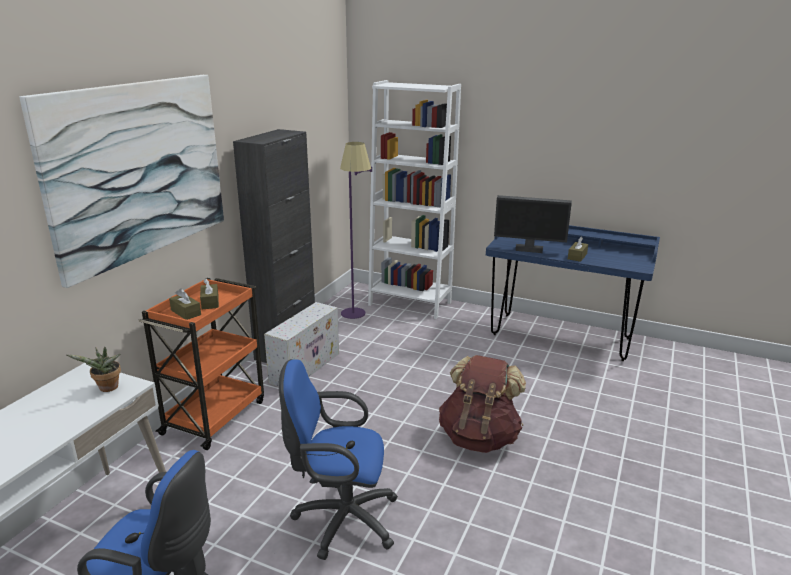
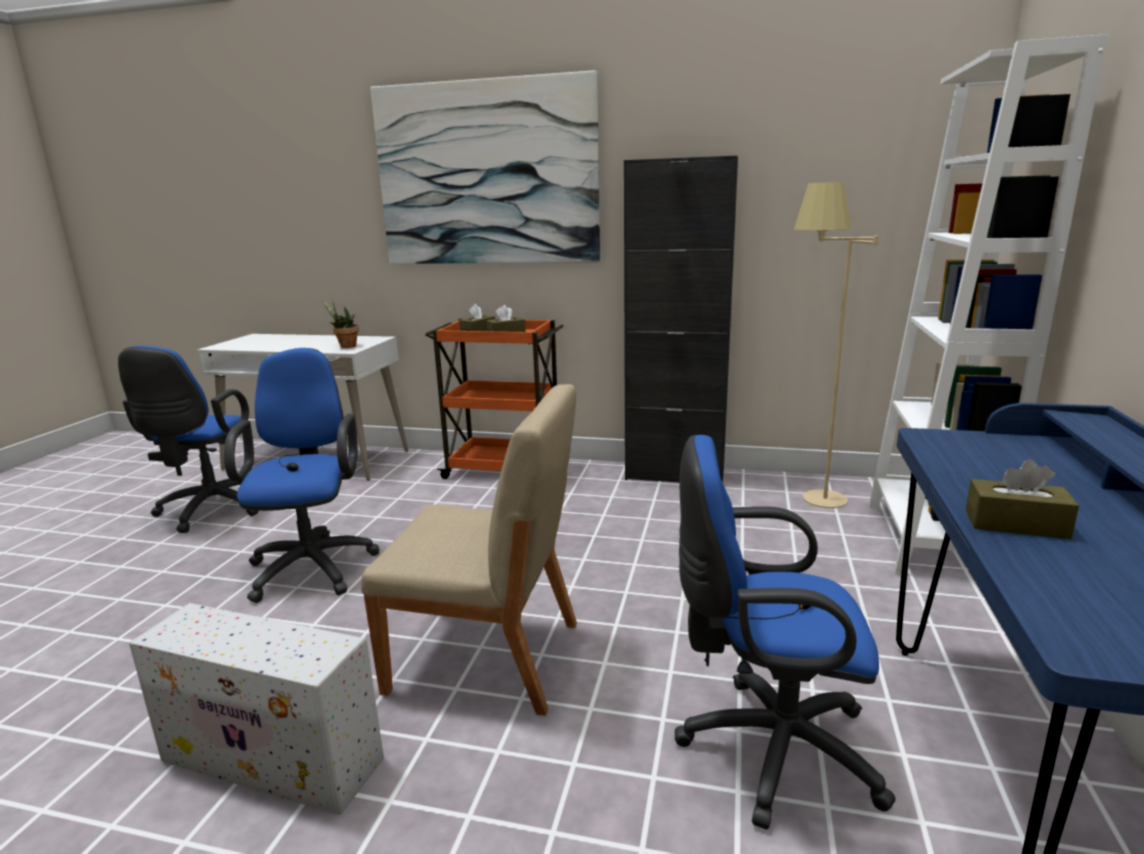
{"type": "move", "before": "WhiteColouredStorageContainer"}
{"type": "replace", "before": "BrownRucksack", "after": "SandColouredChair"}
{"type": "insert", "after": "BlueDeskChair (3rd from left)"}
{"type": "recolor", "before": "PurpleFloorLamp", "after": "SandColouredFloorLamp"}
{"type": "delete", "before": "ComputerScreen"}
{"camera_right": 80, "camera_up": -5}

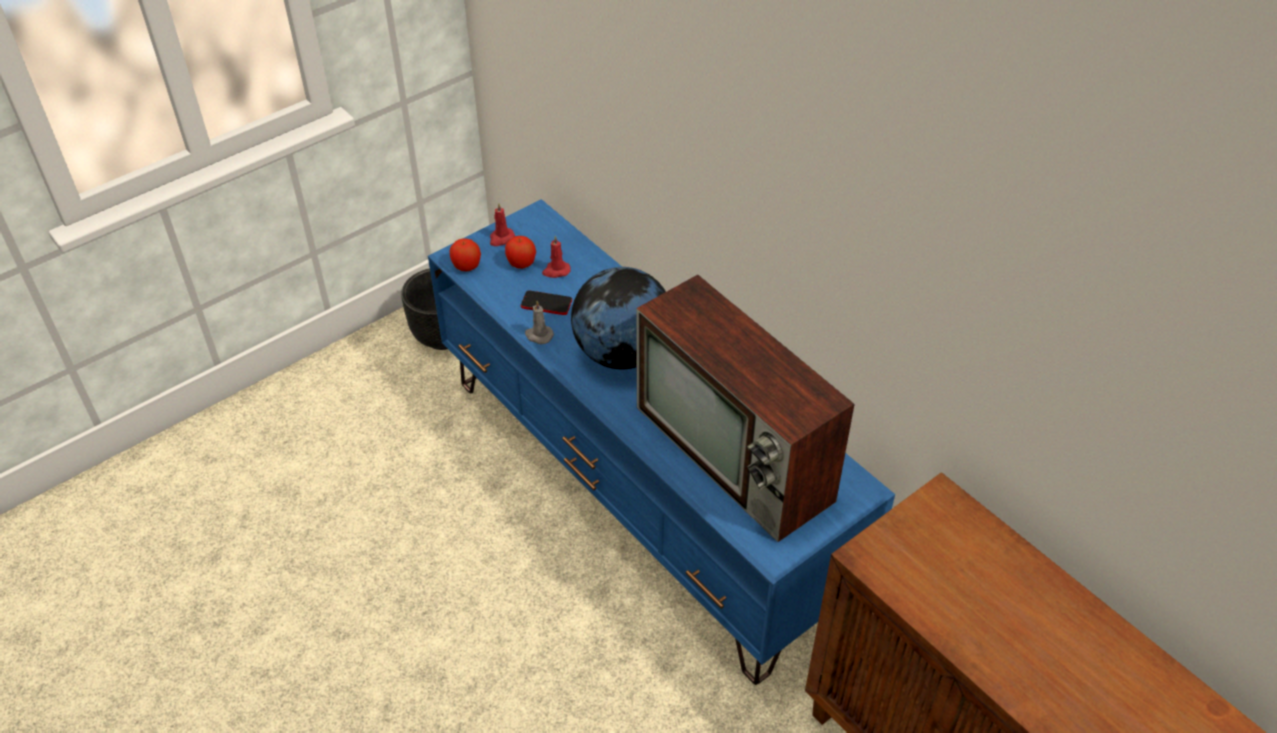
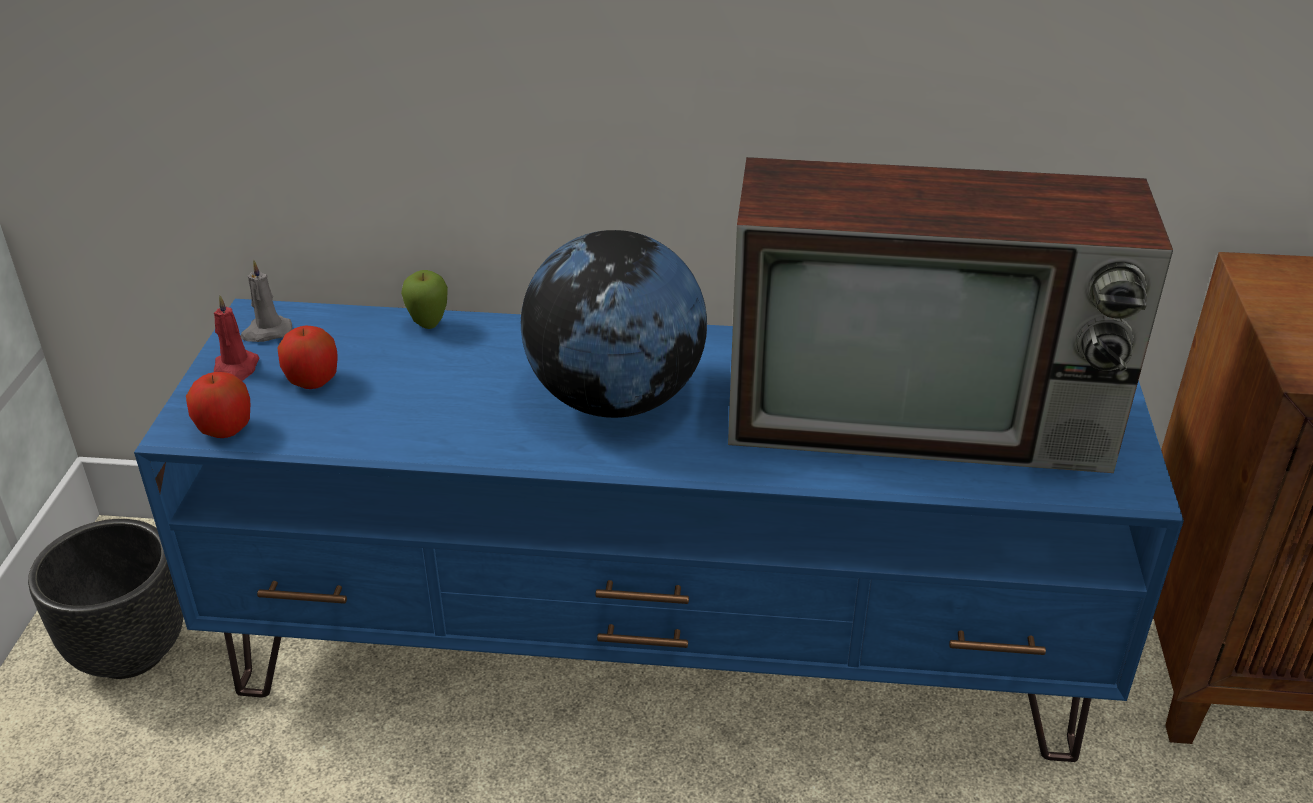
{"type": "move", "before": "GreyishWaxCandle"}
{"type": "insert", "after": "Apple (3rd from left)"}
{"type": "delete", "before": "Handset"}
{"type": "delete", "before": "RedColouredWaxCandle (2nd from left)"}
{"camera_right": -45, "camera_up": -10}

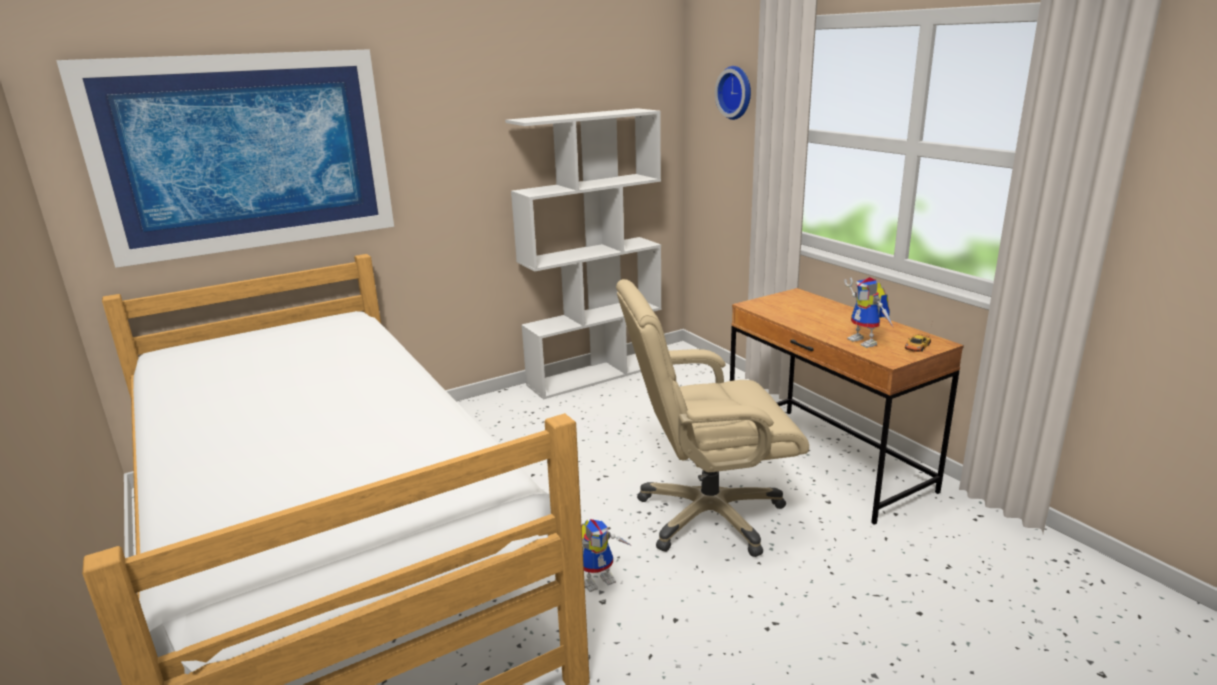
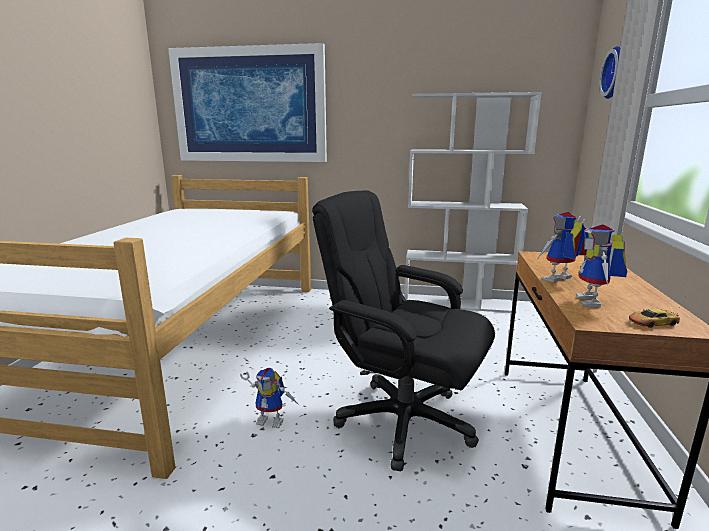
{"type": "recolor", "before": "SandColouredDeskChair", "after": "BlackishDeskChair"}
{"type": "insert", "after": "ToyRobot (2nd from left)"}
{"camera_right": 40, "camera_up": -5}

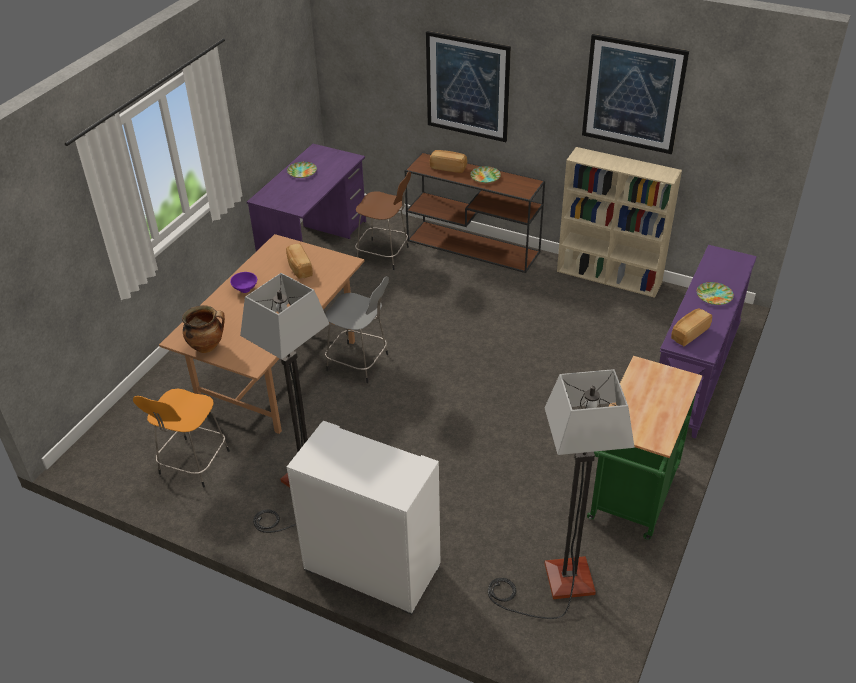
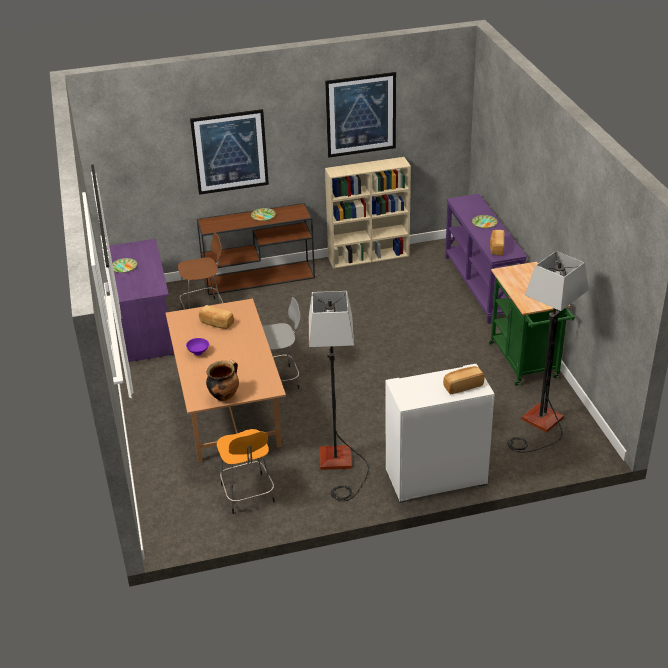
{"type": "move", "before": "Bread (2nd from left)"}
{"camera_right": -40, "camera_up": -5}

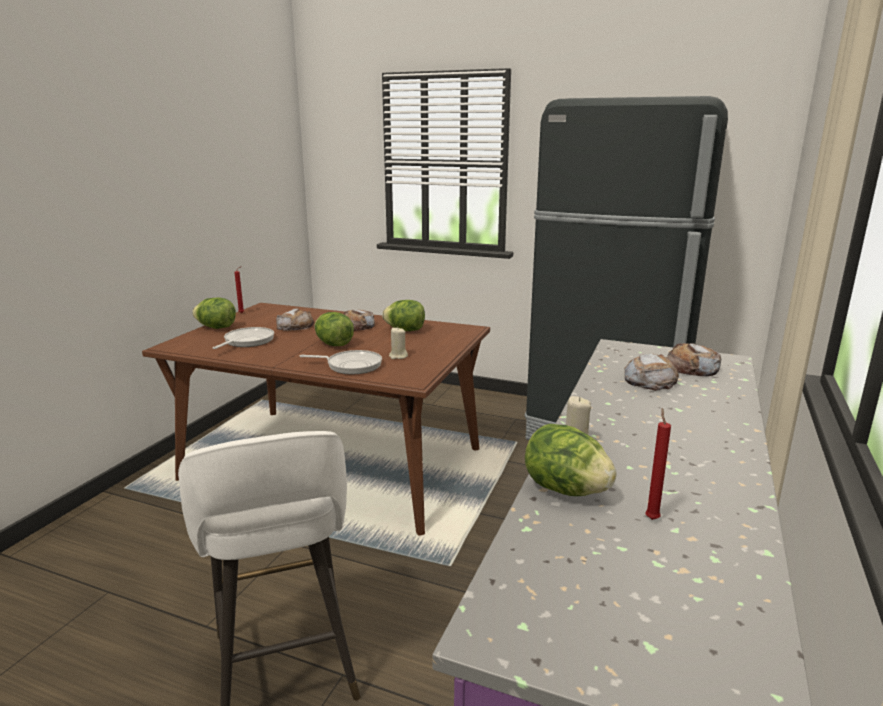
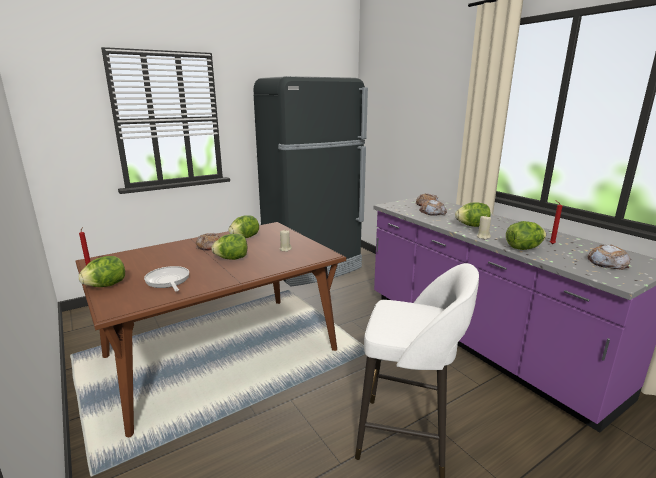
{"type": "insert", "after": "LettuceHead (4th from left)"}
{"type": "move", "before": "Bread (1st from left in the first image)", "after": "Bread (4th from left)"}
{"type": "delete", "before": "Pan (2nd from left)"}
{"camera_right": -55, "camera_up": 0}

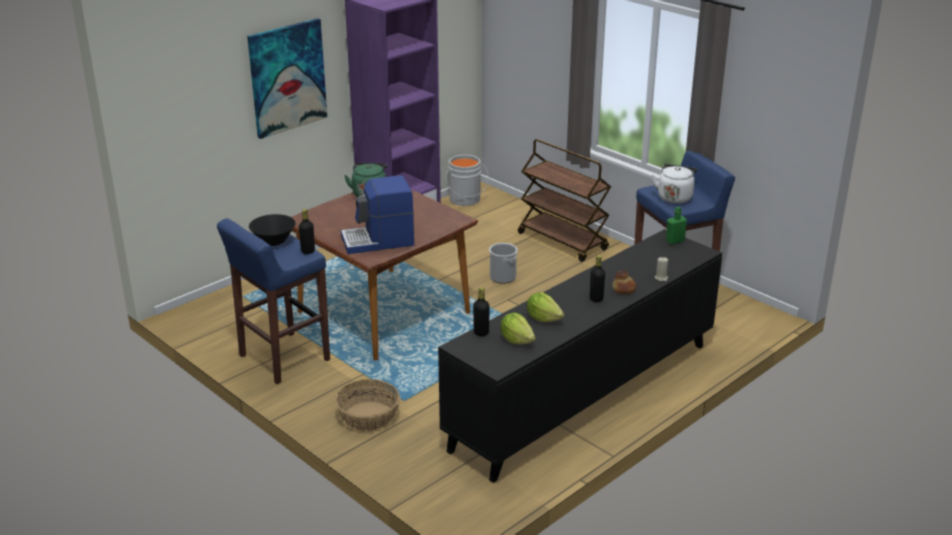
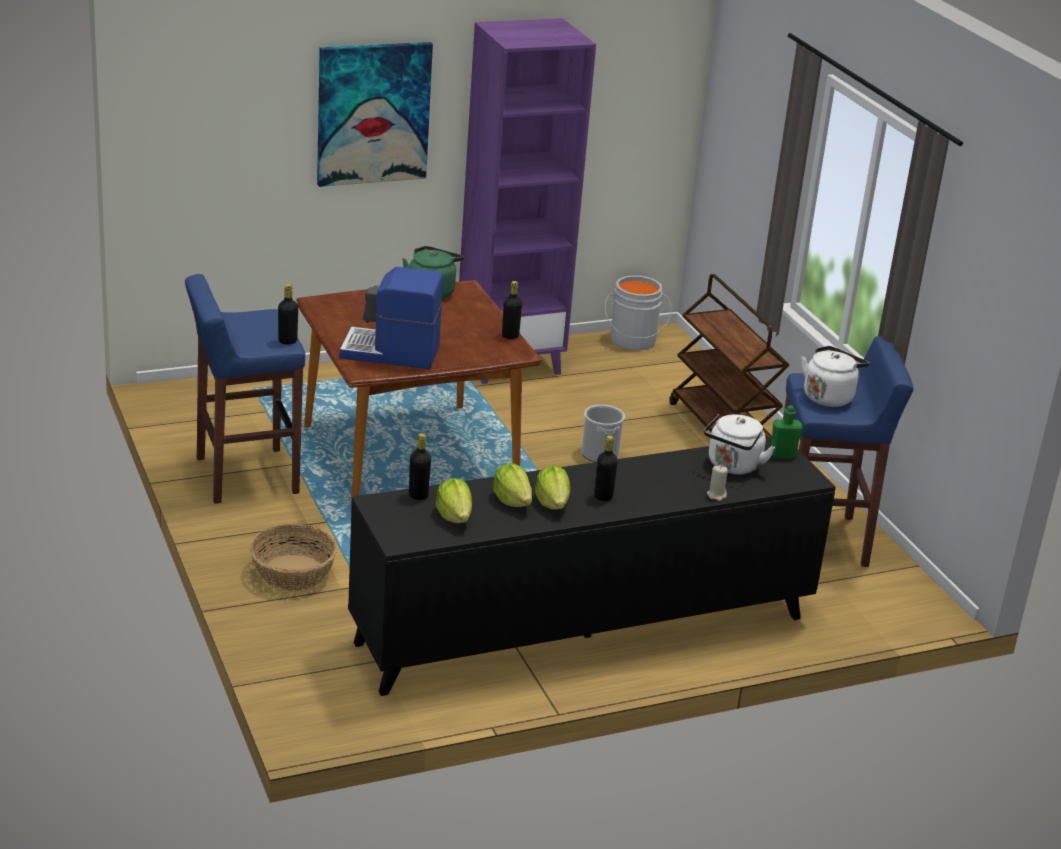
{"type": "insert", "after": "BlackishBeverageBottle (3rd from left)"}
{"type": "insert", "after": "LettuceHead (3rd from left)"}
{"type": "insert", "after": "WhiteColouredWaterKettle (1st from left)"}
{"type": "delete", "before": "BlackishServingBowl"}
{"type": "delete", "before": "Bread"}
{"camera_right": 20, "camera_up": 0}

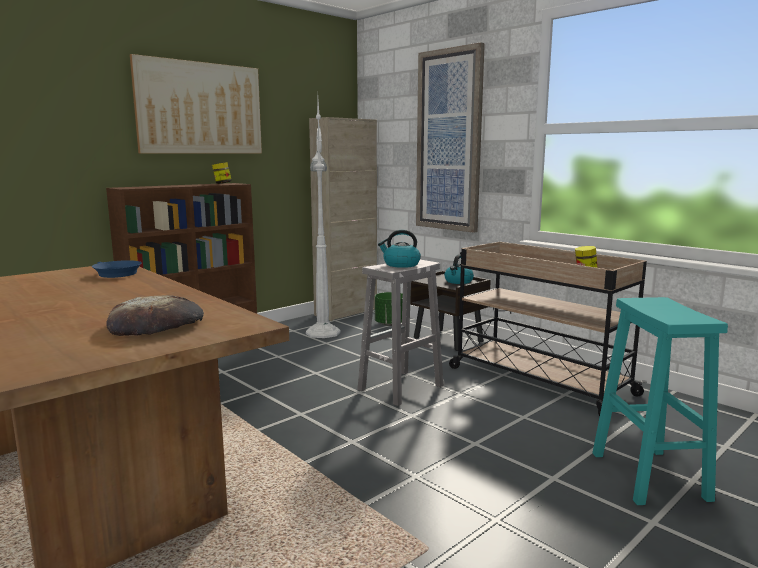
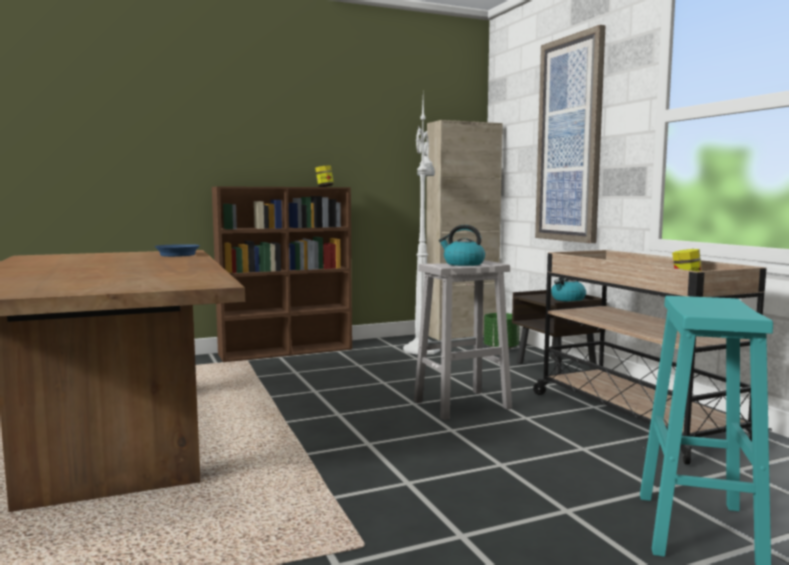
{"type": "delete", "before": "Bread"}
{"type": "delete", "before": "Picture (1st from left)"}
{"camera_right": 20, "camera_up": -5}

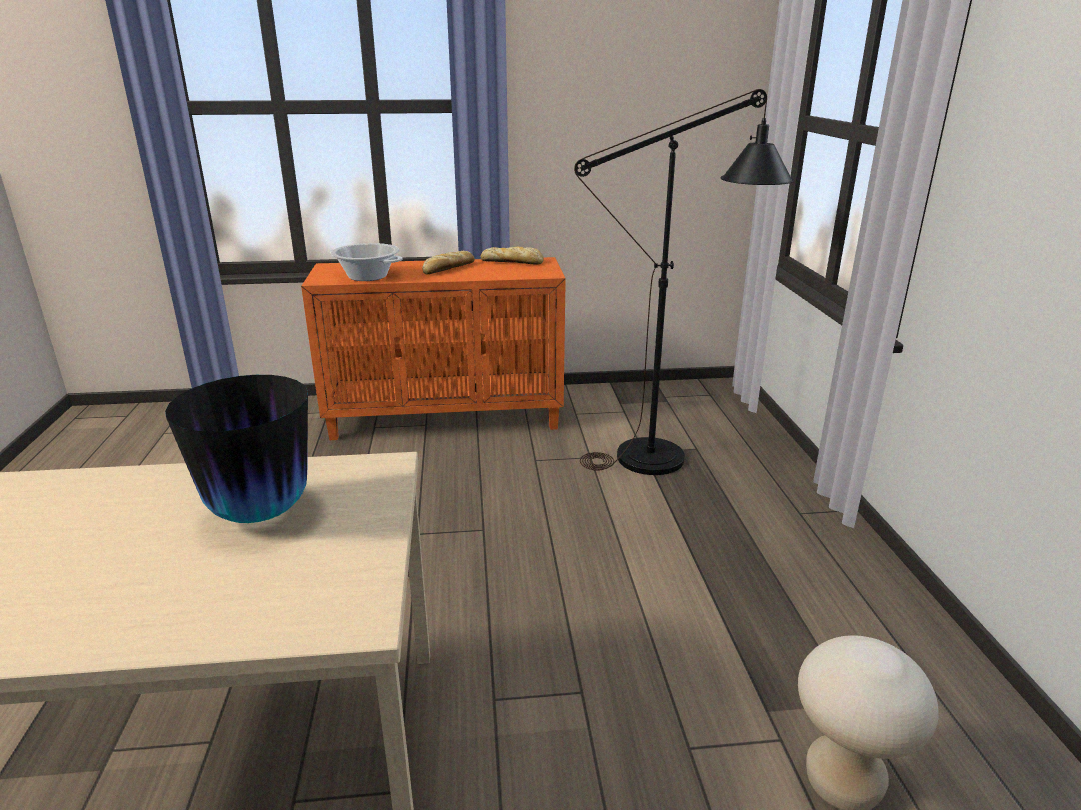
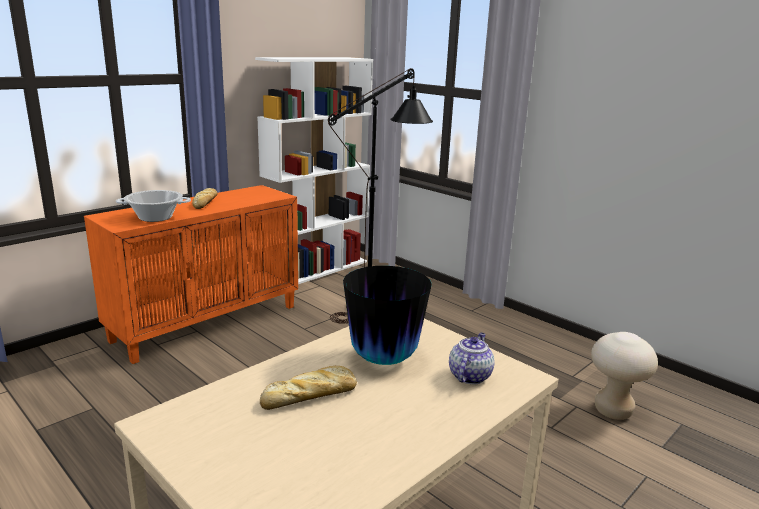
{"type": "insert", "after": "WhiteColouredBookcase"}
{"type": "move", "before": "Bread (2nd from left)"}
{"type": "insert", "after": "PotForTea"}
{"camera_right": -40, "camera_up": -5}

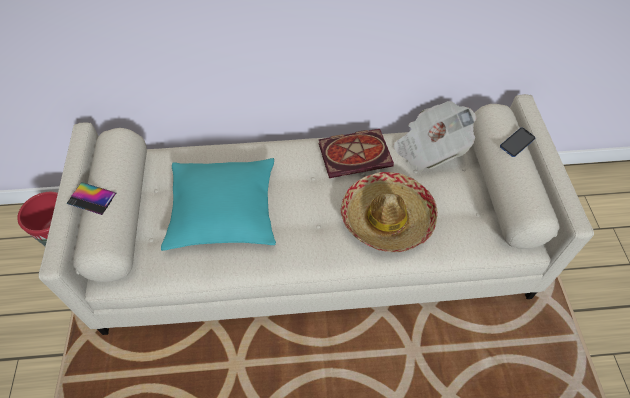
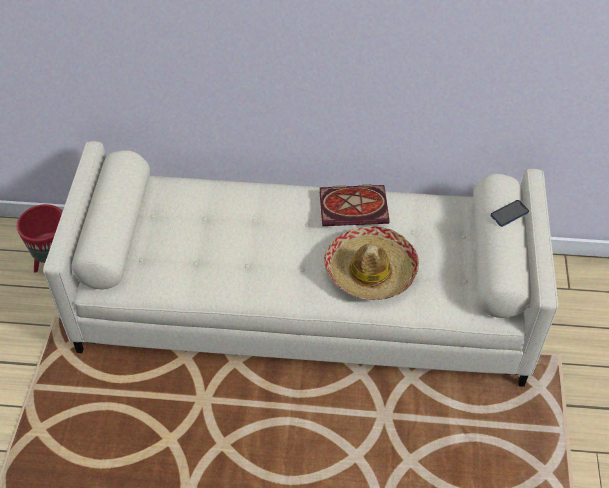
{"type": "delete", "before": "Handset (1st from left)"}
{"type": "delete", "before": "BlueGreenCushion"}
{"type": "delete", "before": "DailyPaper"}
{"camera_right": 10, "camera_up": -5}

